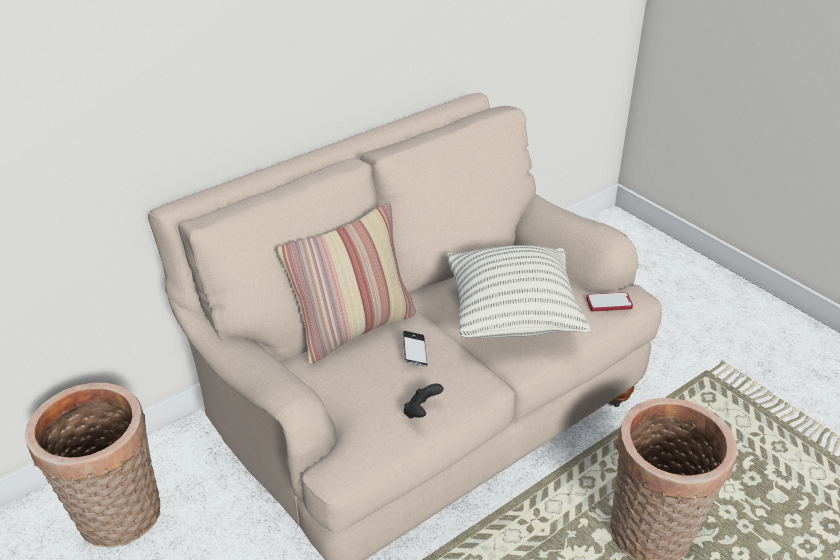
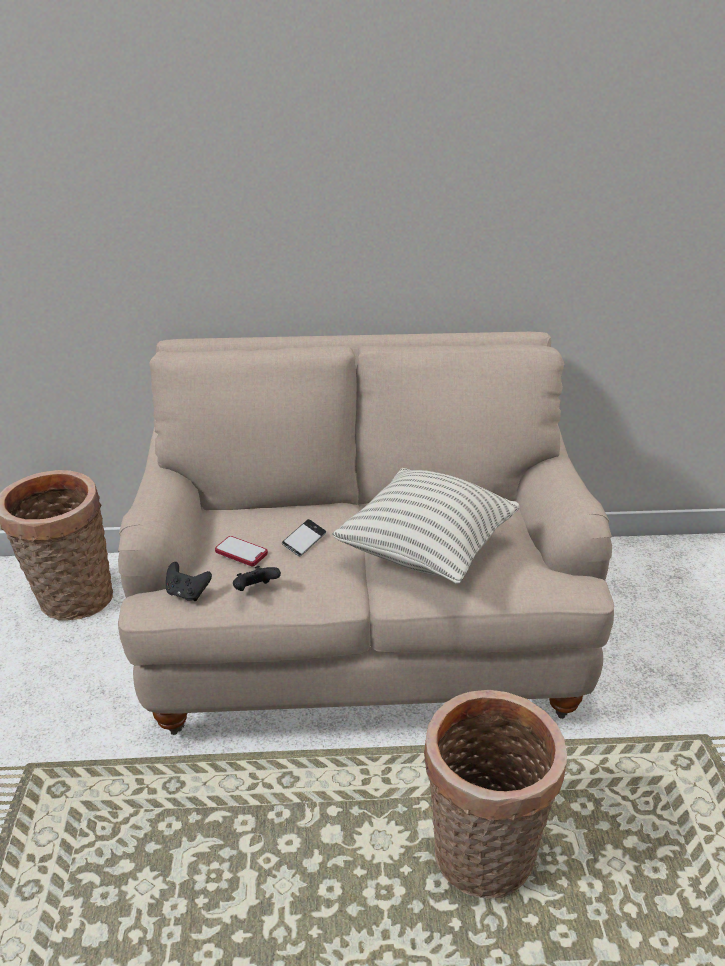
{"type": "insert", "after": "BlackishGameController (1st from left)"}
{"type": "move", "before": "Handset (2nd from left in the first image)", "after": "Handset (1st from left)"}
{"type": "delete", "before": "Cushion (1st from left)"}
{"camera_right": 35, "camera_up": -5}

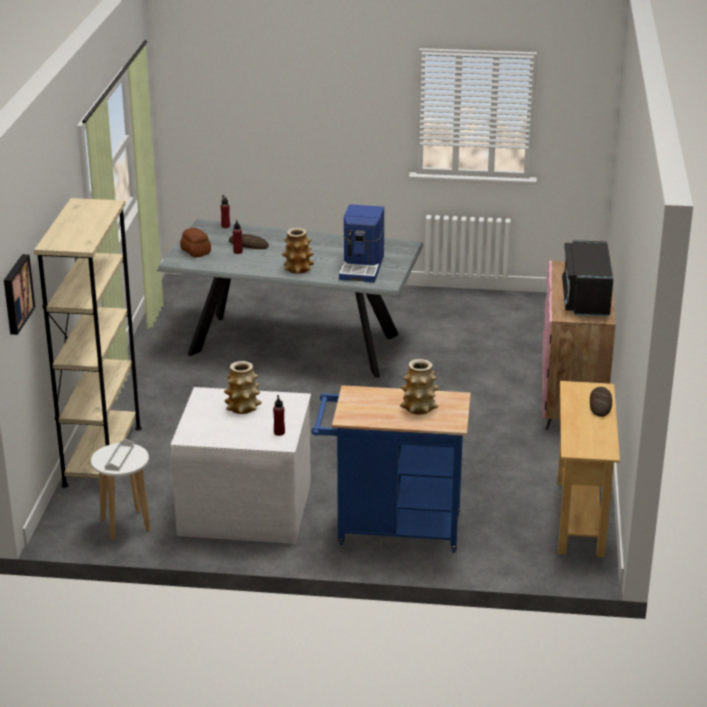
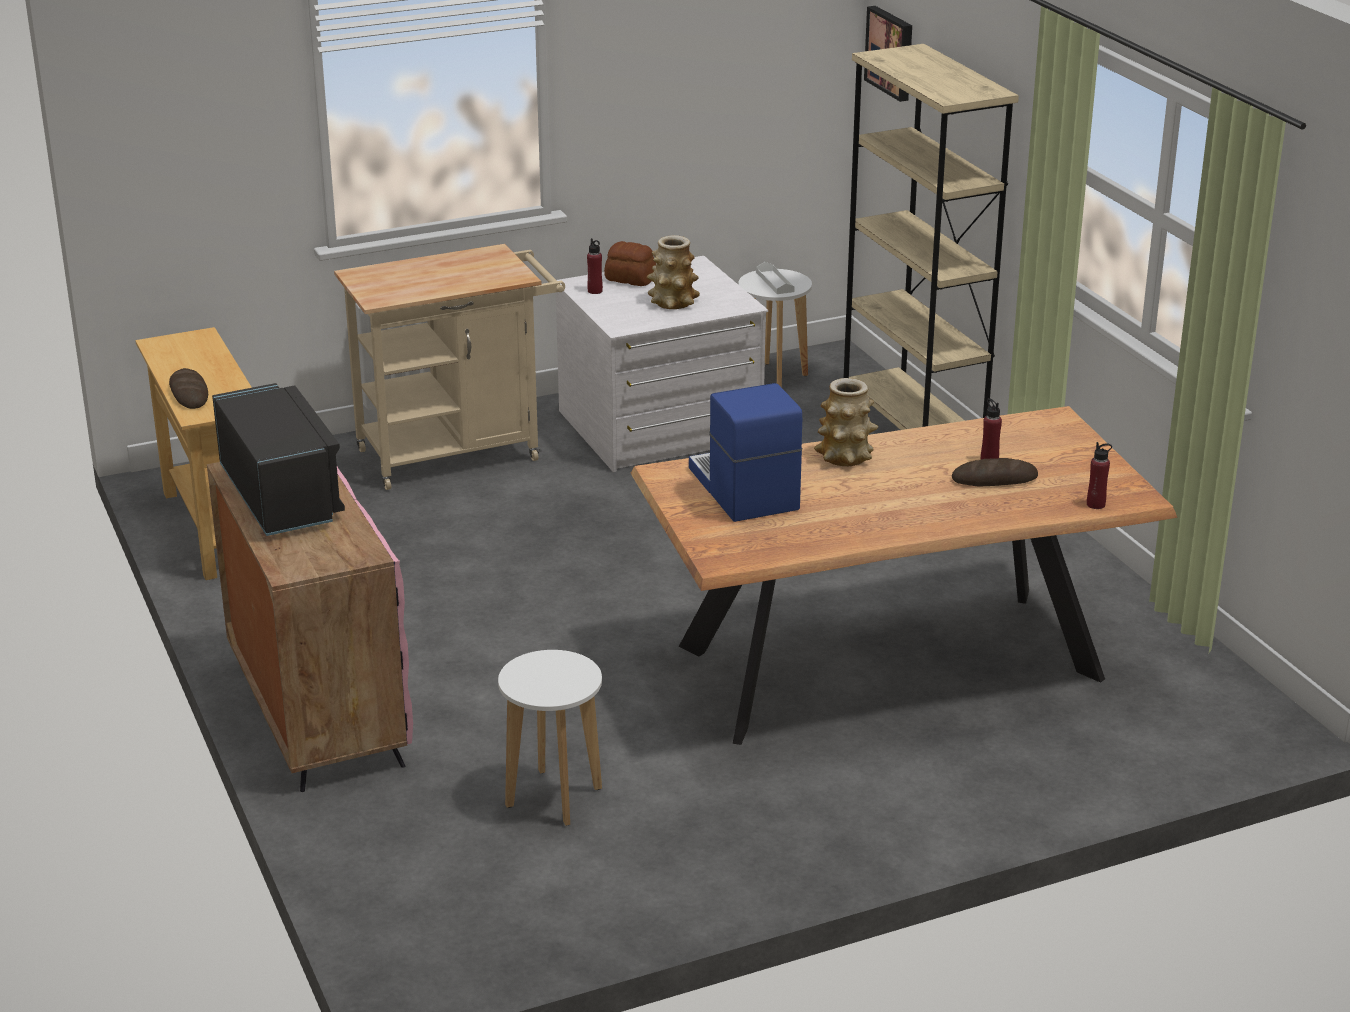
{"type": "recolor", "before": "BlueCart", "after": "SandColouredCart"}
{"type": "insert", "after": "WhiteColouredStoolSeat (1st from left)"}
{"type": "move", "before": "Bread (1st from left in the first image)", "after": "Bread (2nd from left)"}
{"type": "recolor", "before": "GreyishDinnerTable", "after": "BrownDinnerTable"}
{"type": "delete", "before": "DecorativeVase (3rd from left)"}
{"camera_right": 150, "camera_up": 0}

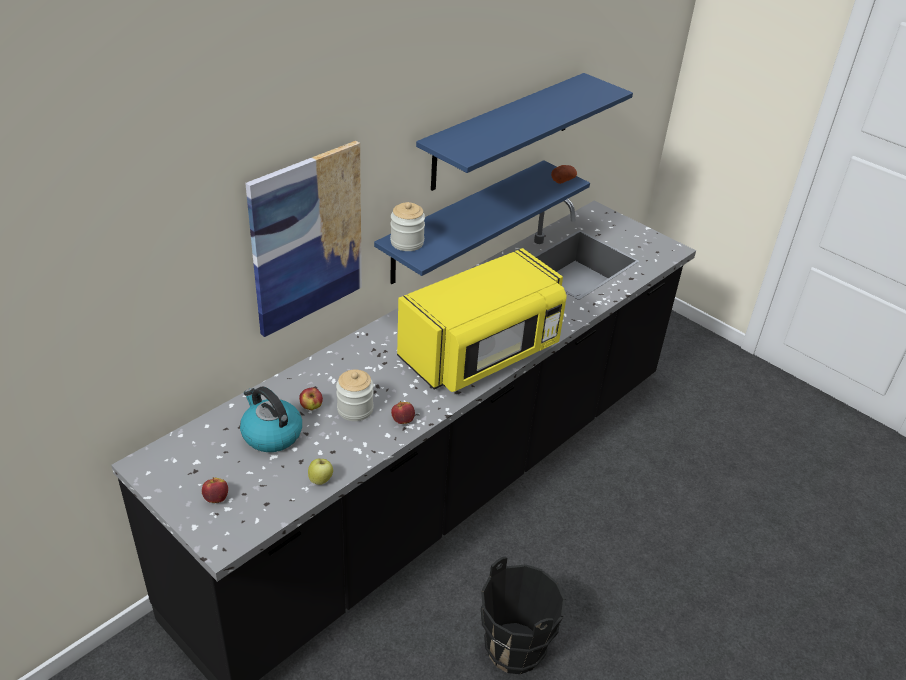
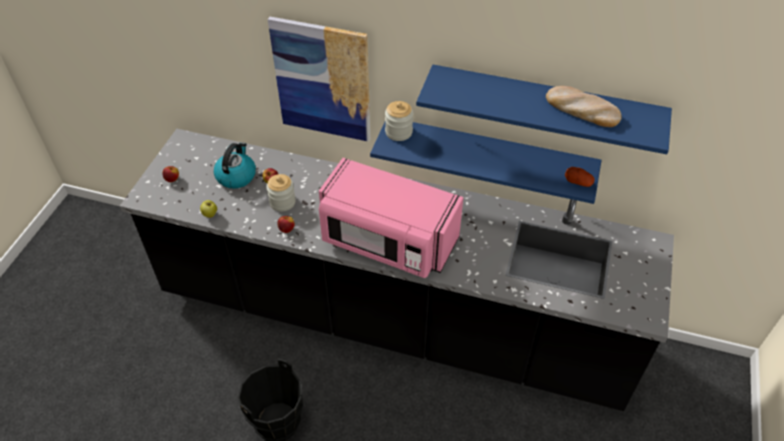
{"type": "recolor", "before": "YellowColouredMicrowaveOven", "after": "PinkColouredMicrowaveOven"}
{"type": "insert", "after": "Bread"}
{"camera_right": 65, "camera_up": 10}

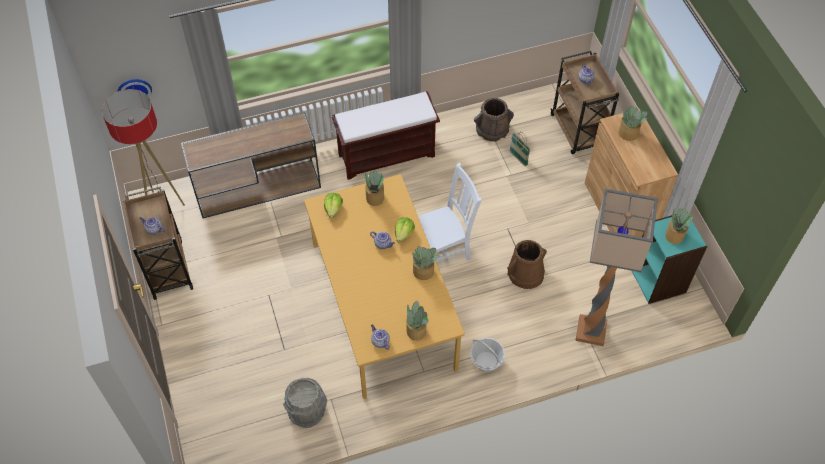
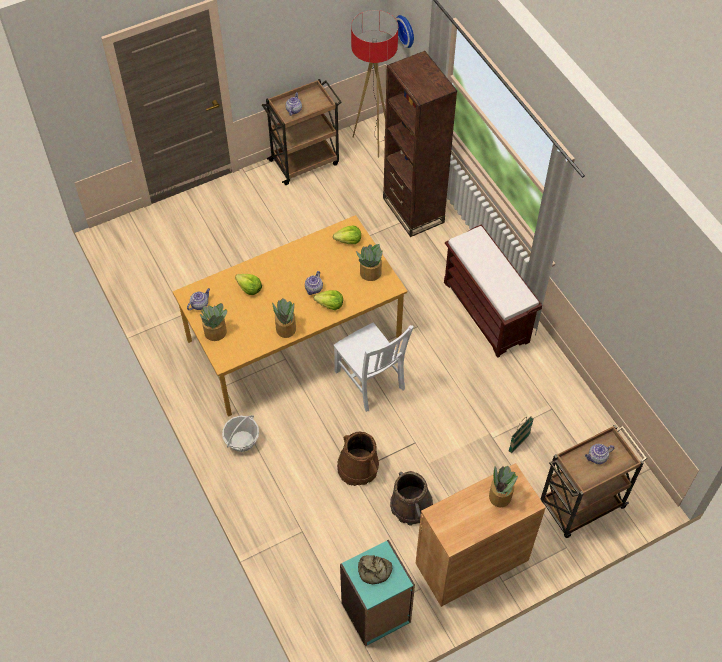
{"type": "insert", "after": "LettuceHead (1st from left)"}
{"type": "replace", "before": "PlantInAPot (5th from left)", "after": "Bread"}
{"type": "replace", "before": "BrownHallTable", "after": "BrownBookcase"}
{"type": "move", "before": "BrownBucket (1st from left in the first image)", "after": "BrownBucket (2nd from left)"}
{"type": "delete", "before": "GreyishBucket"}
{"type": "delete", "before": "FloorLamp (2nd from left)"}
{"camera_right": 80, "camera_up": 0}

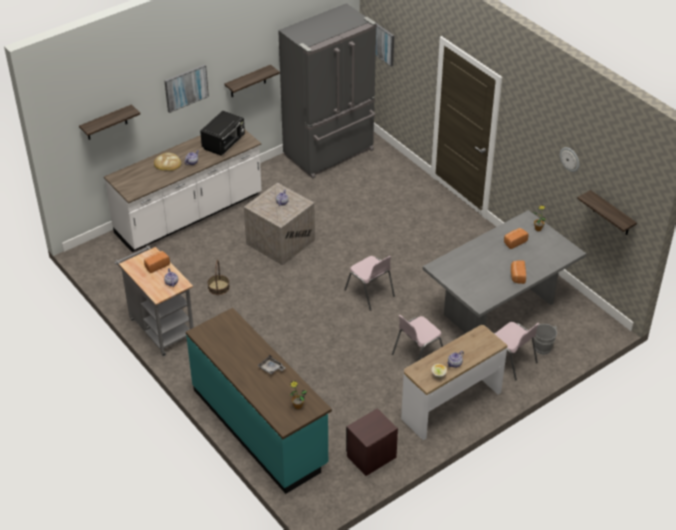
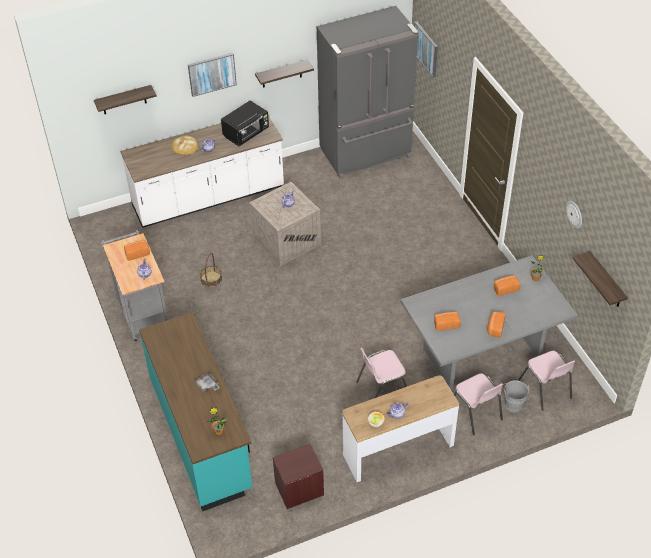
{"type": "insert", "after": "Bread (3rd from left)"}
{"type": "move", "before": "PinkColouredChair (1st from left in the first image)", "after": "PinkColouredChair (3rd from left)"}
{"camera_right": 15, "camera_up": 5}

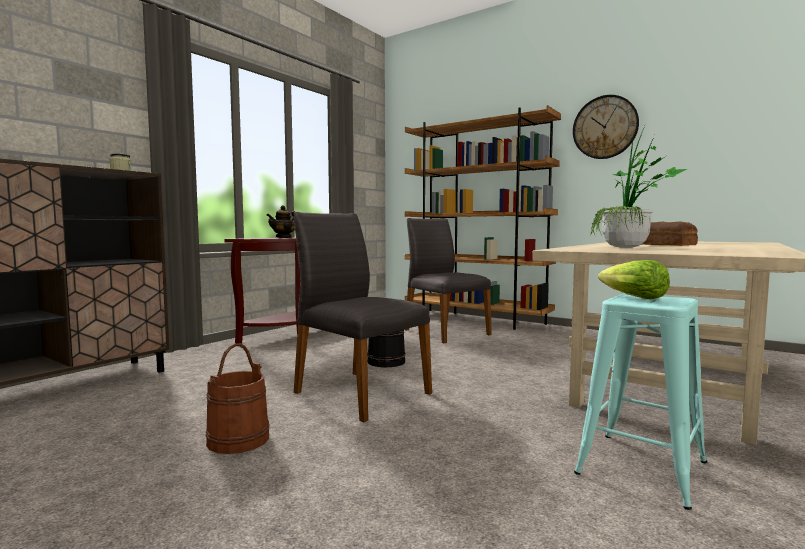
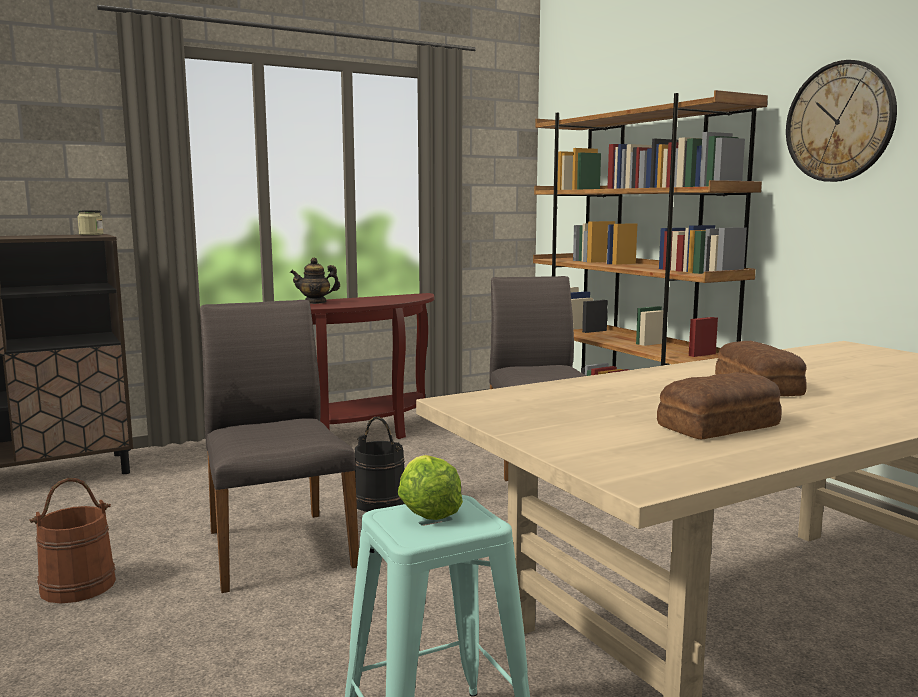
{"type": "insert", "after": "Bread (1st from left)"}
{"type": "delete", "before": "PlantInAPot"}
{"camera_right": 25, "camera_up": 5}

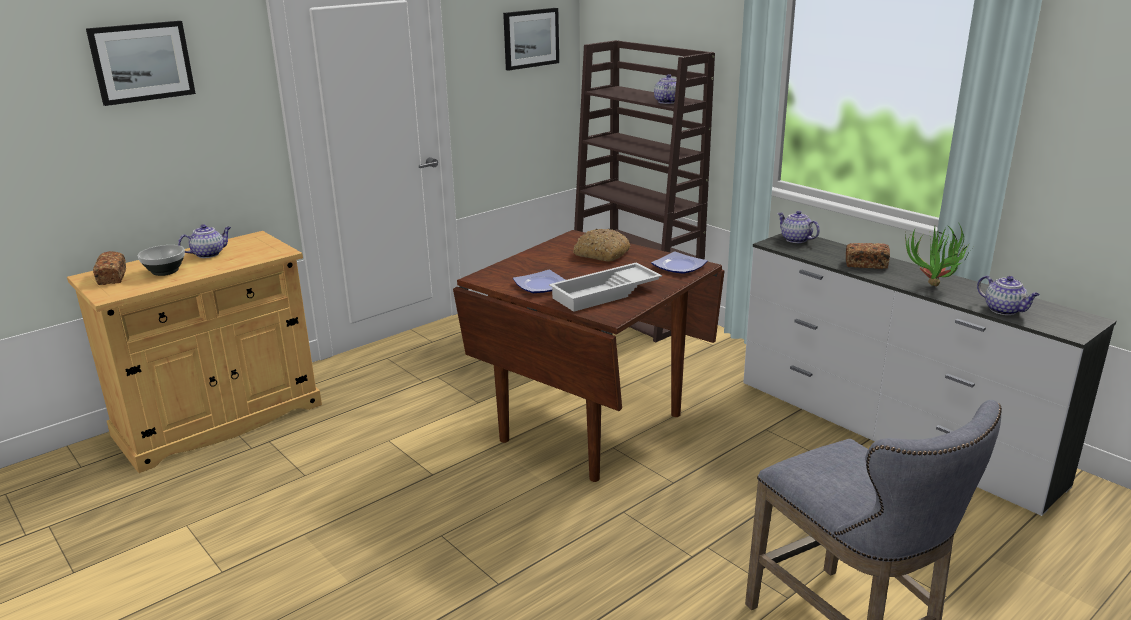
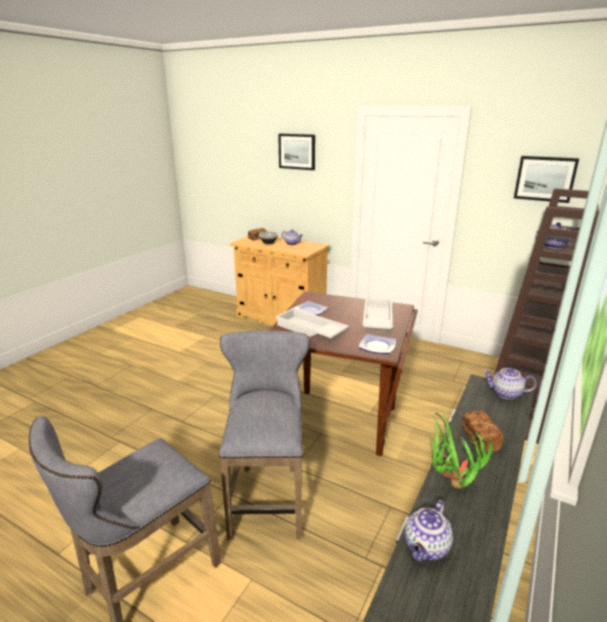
{"type": "insert", "after": "GreyishStoolSeat (2nd from left)"}
{"type": "replace", "before": "Bread (2nd from left)", "after": "WhiteColouredCarryingTray (2nd from left)"}
{"type": "rotate", "before": "PotForTea (3rd from left)", "turn": -105}
{"camera_right": 70, "camera_up": 0}

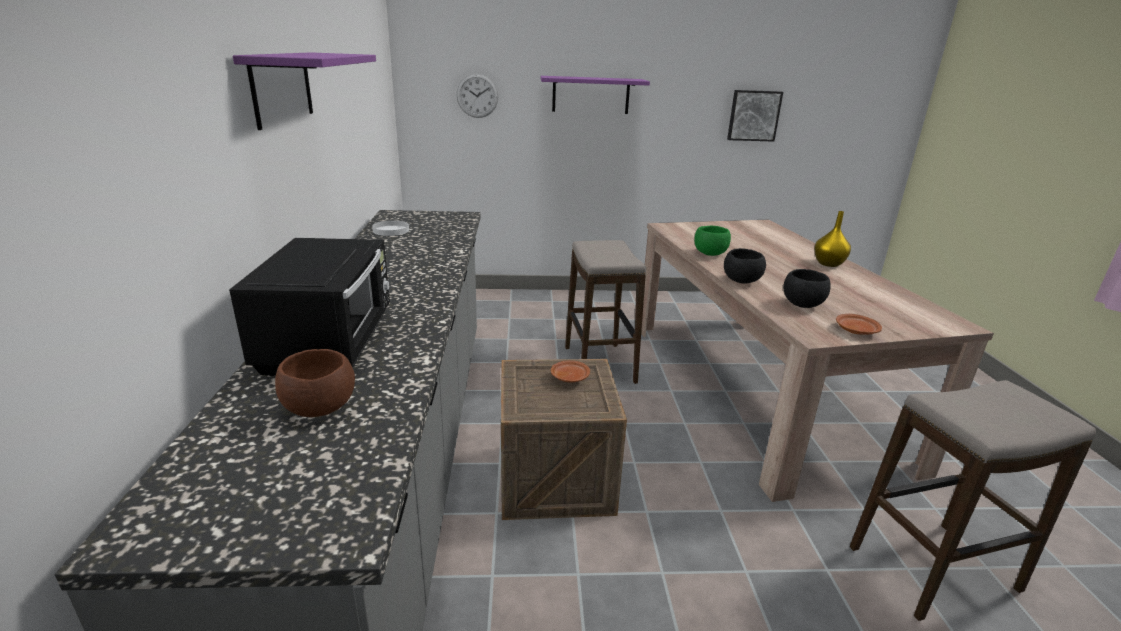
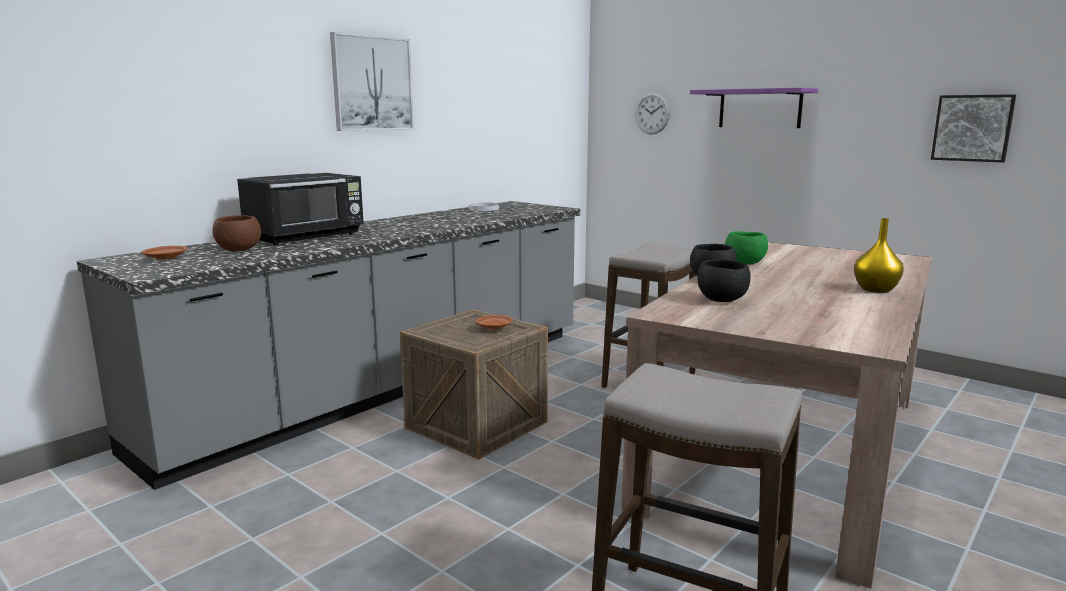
{"type": "move", "before": "BrownFlatDish (2nd from left in the first image)", "after": "BrownFlatDish (1st from left)"}
{"type": "replace", "before": "PurpleBracketShelf (1st from left)", "after": "Picture (1st from left)"}
{"camera_right": 45, "camera_up": -10}

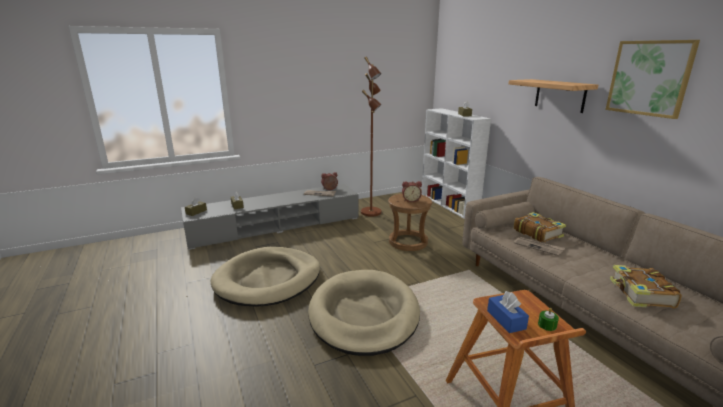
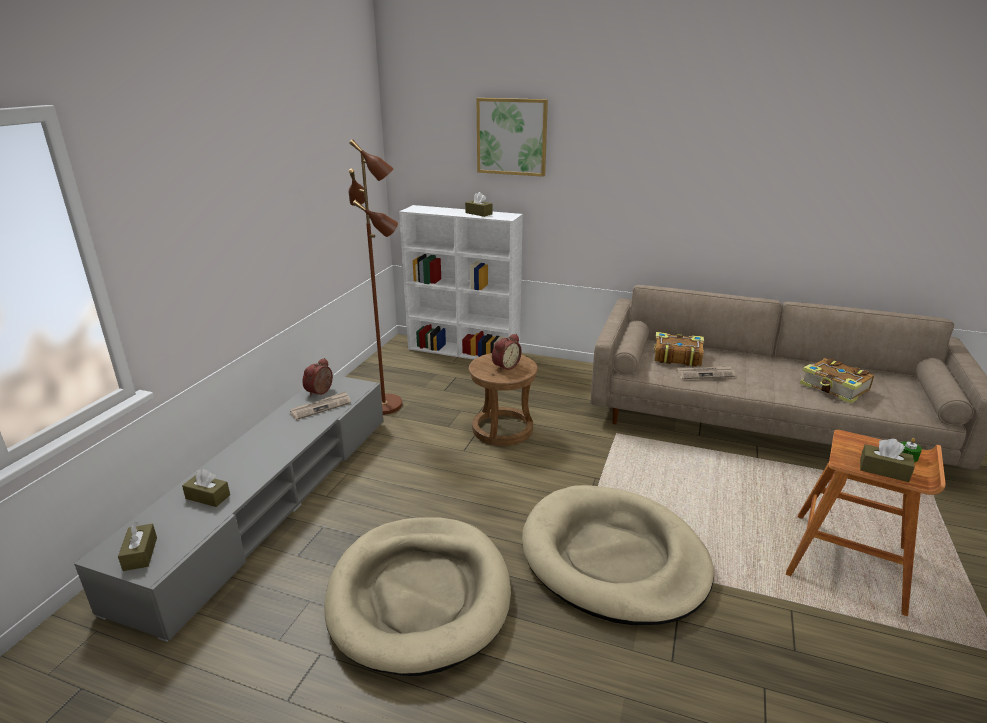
{"type": "move", "before": "Picture"}
{"type": "recolor", "before": "BlueBoxOfTissues", "after": "BrownBoxOfTissues (4th from left)"}
{"type": "delete", "before": "BracketShelf"}
{"camera_right": -45, "camera_up": 5}

